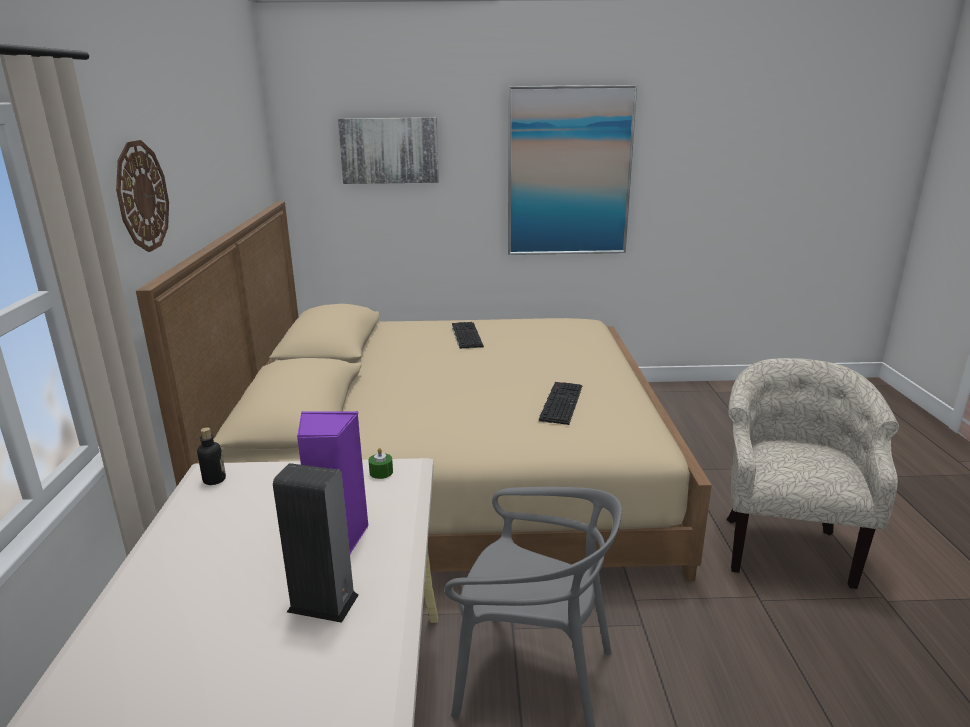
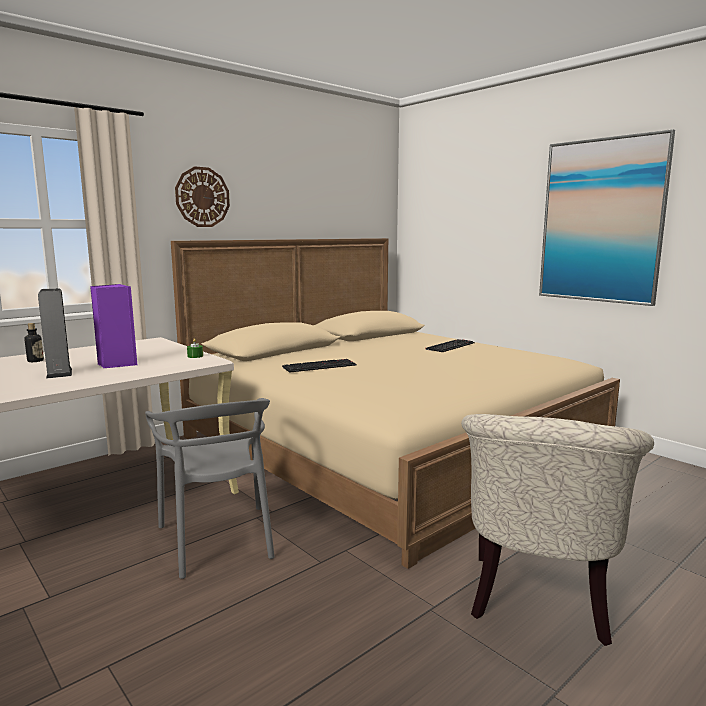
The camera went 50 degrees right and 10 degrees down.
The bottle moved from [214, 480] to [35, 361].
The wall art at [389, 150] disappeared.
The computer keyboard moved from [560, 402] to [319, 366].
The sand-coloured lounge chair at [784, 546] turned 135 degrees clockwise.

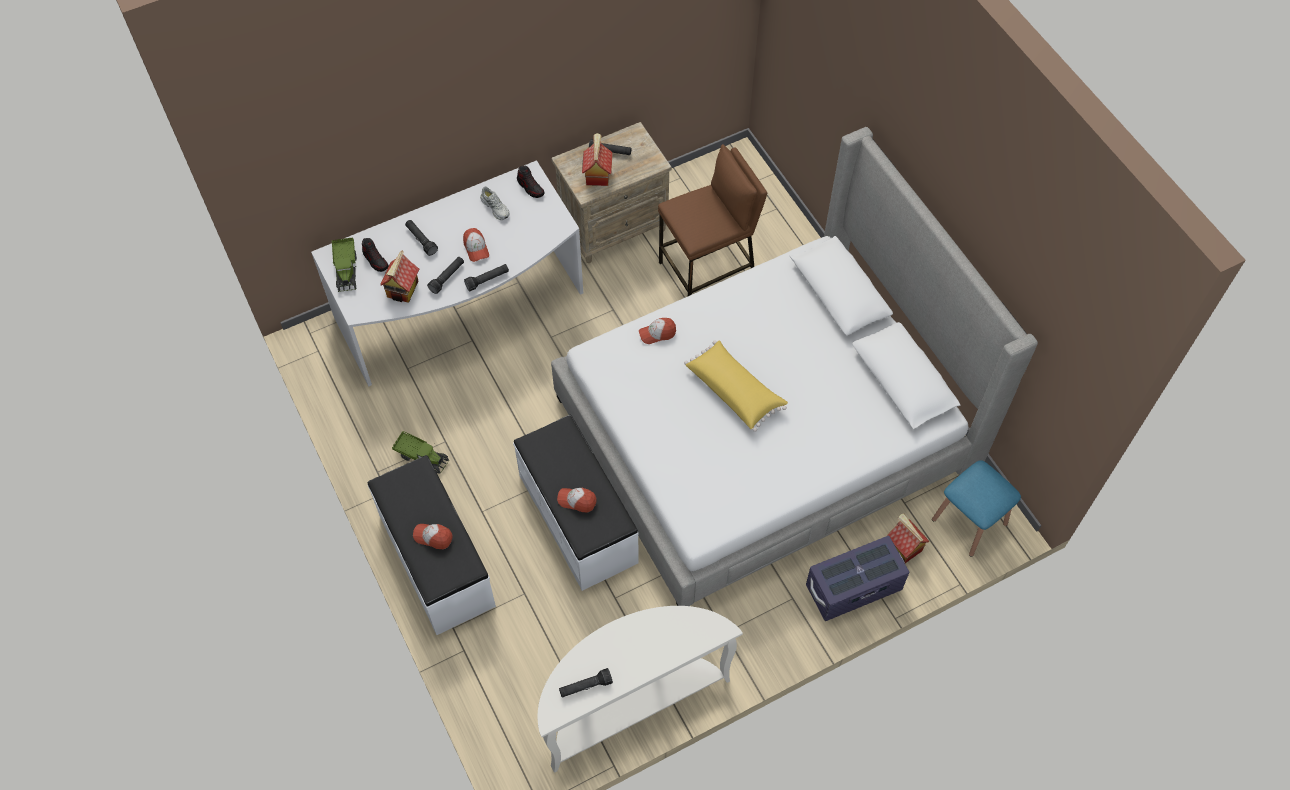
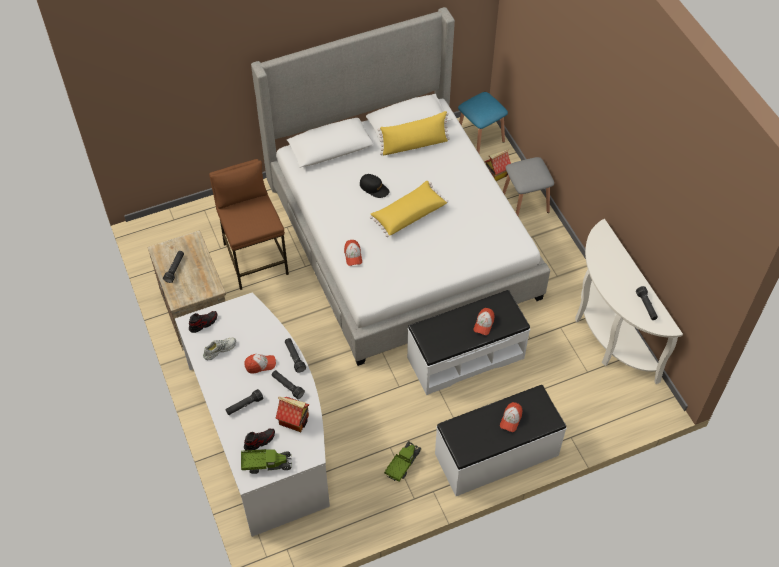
The camera went 85 degrees left and 5 degrees down.
The model house at [597, 174] disappeared.
The purple storage bin at [854, 588] was replaced by the grey stool at [525, 203].
The black-coloured cap at [374, 188] appeared.
The yellow cushion at [414, 145] appeared.

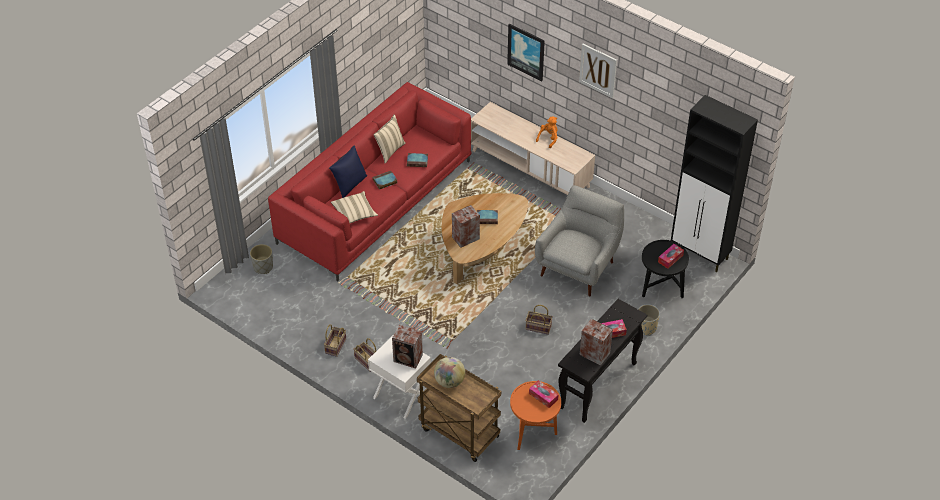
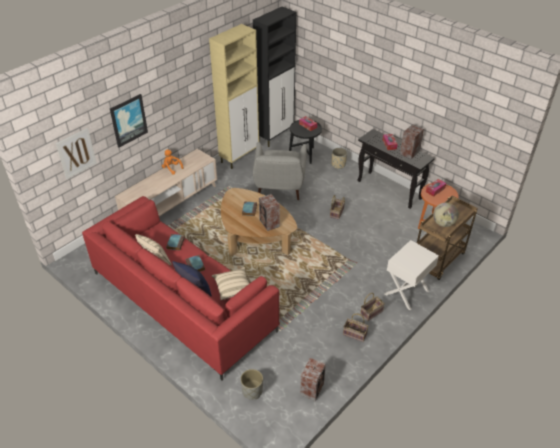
The camera went 85 degrees left and 5 degrees down.
The speaker moved from [408, 359] to [312, 388].
The grey lounge chair at [578, 266] turned 120 degrees counterclockwise.
The wall art moved from [598, 70] to [76, 153].
The sand-coloured cupboard at [240, 157] appeared.

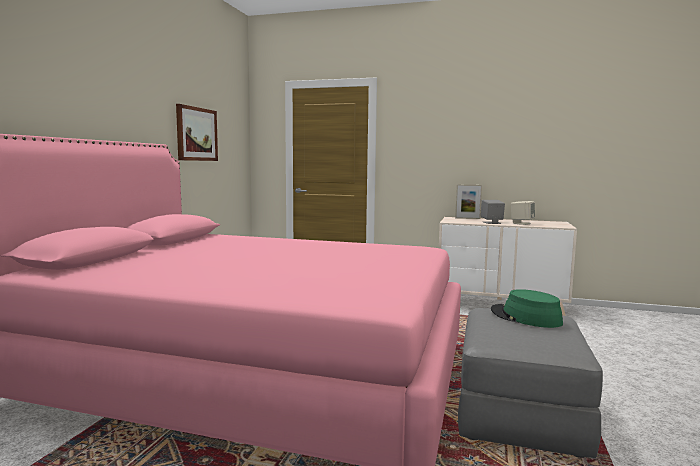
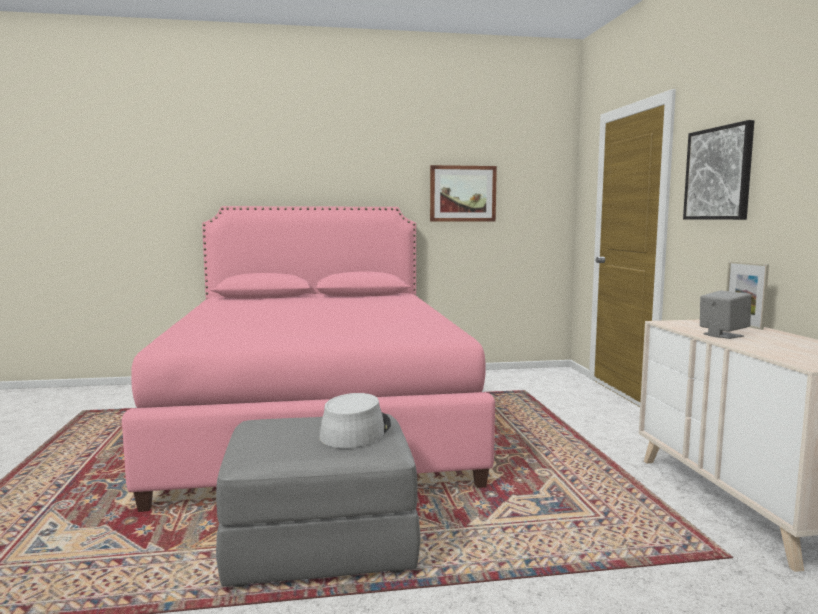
The camera went 65 degrees right and 0 degrees up.
The greenish clothing hat at [525, 317] became the grey clothing hat at [355, 431].
The sand-coloured speaker at [521, 223] disappeared.
The wall art at [718, 173] appeared.

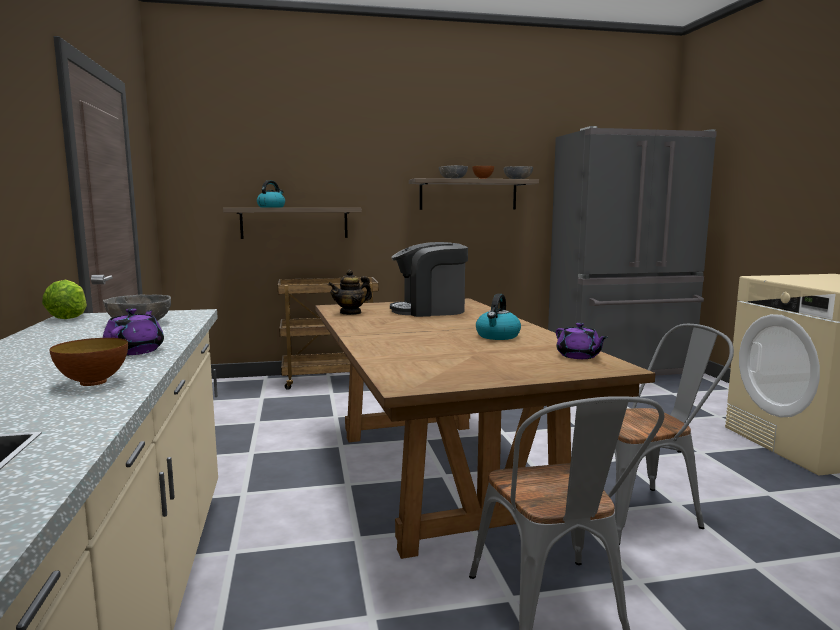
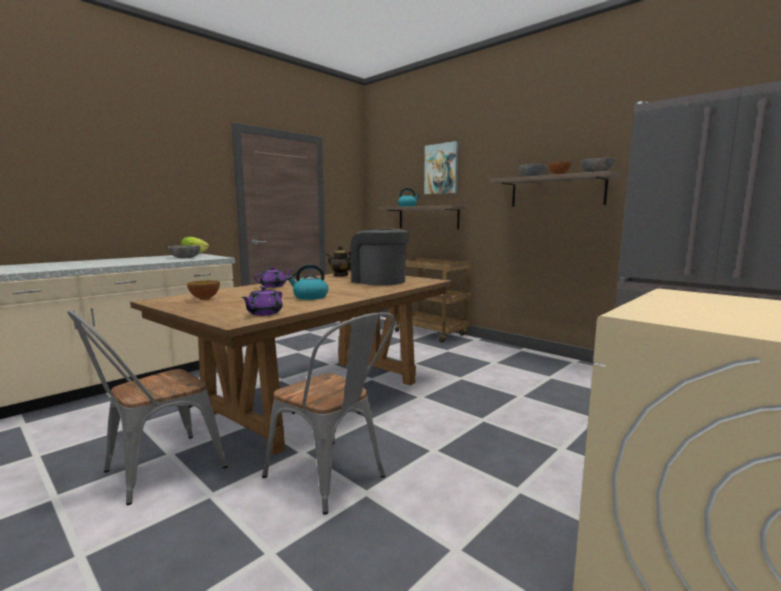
The camera went 55 degrees right and 0 degrees up.
The bowl moved from [93, 382] to [204, 299].
The purple pot for tea moved from [135, 351] to [274, 286].
The wall art at [441, 169] appeared.

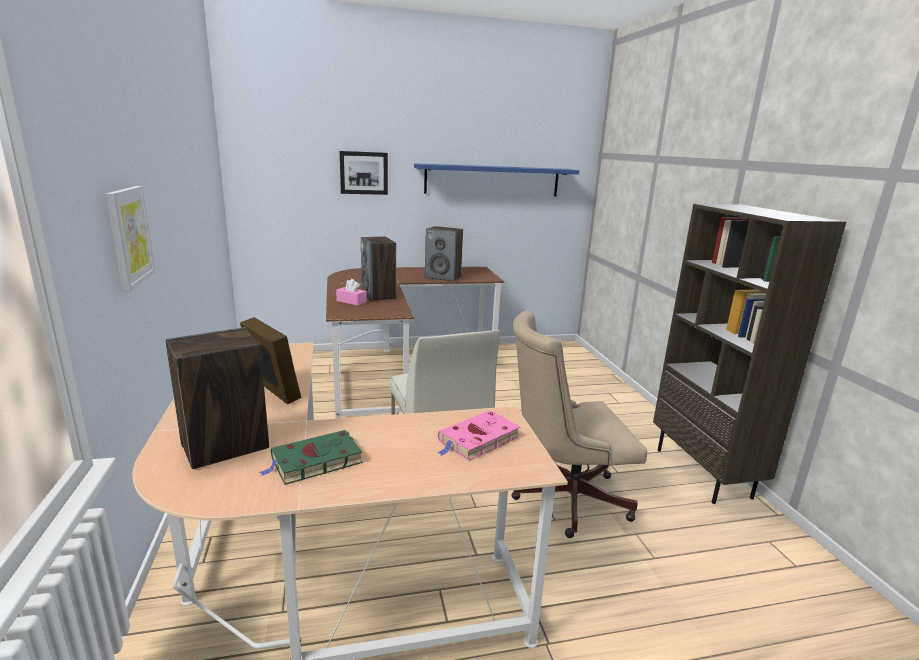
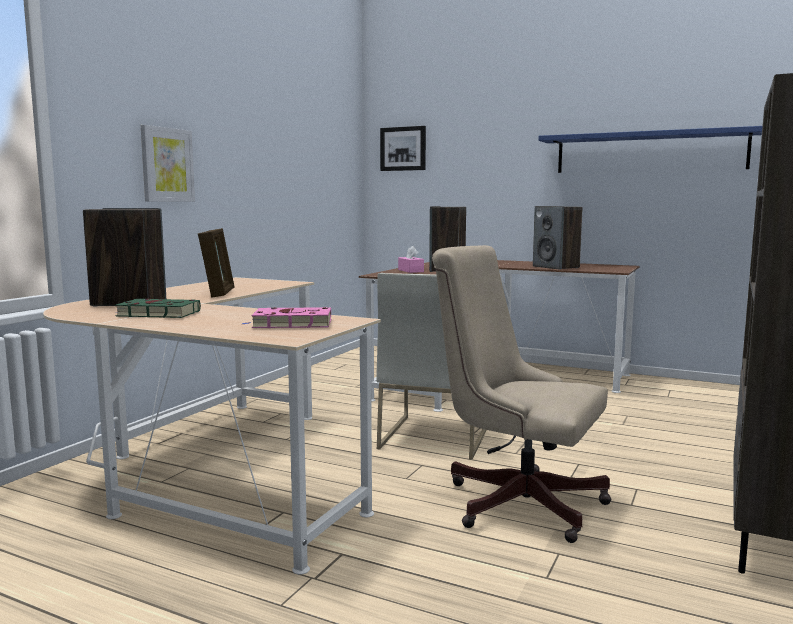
The camera went 40 degrees right and 10 degrees down.
The wall art moved from [364, 173] to [403, 149].

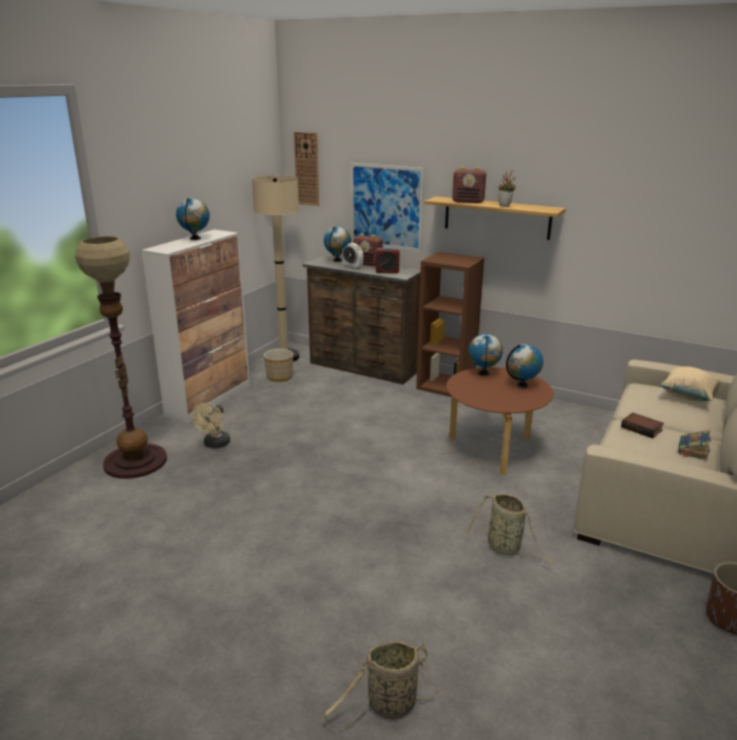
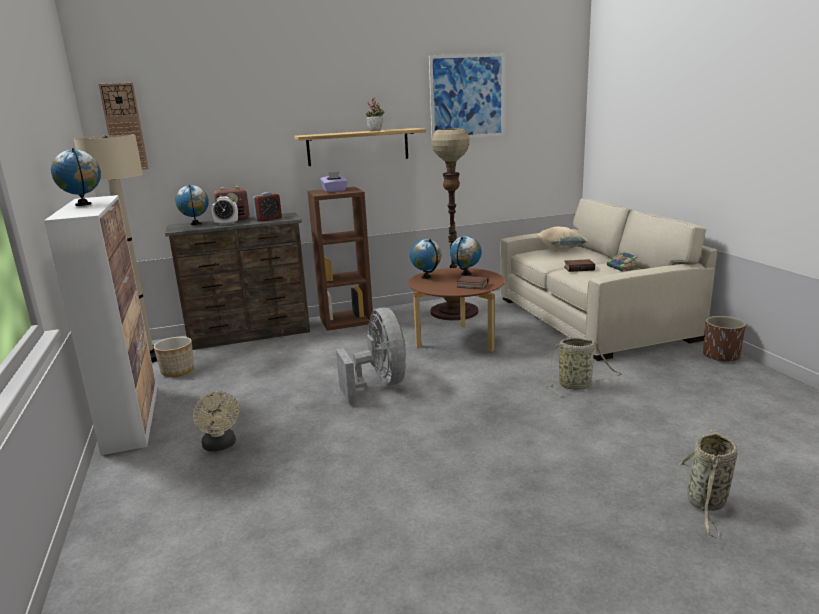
The camera went 45 degrees left and 5 degrees down.
The standing lamp moved from [135, 461] to [454, 311].
The wall art moved from [386, 207] to [467, 97].
The radio at [468, 202] disappeared.
The purple tissue box at [334, 191] appeared.
The grey fan at [380, 384] appeared.
The volume at [471, 286] appeared.

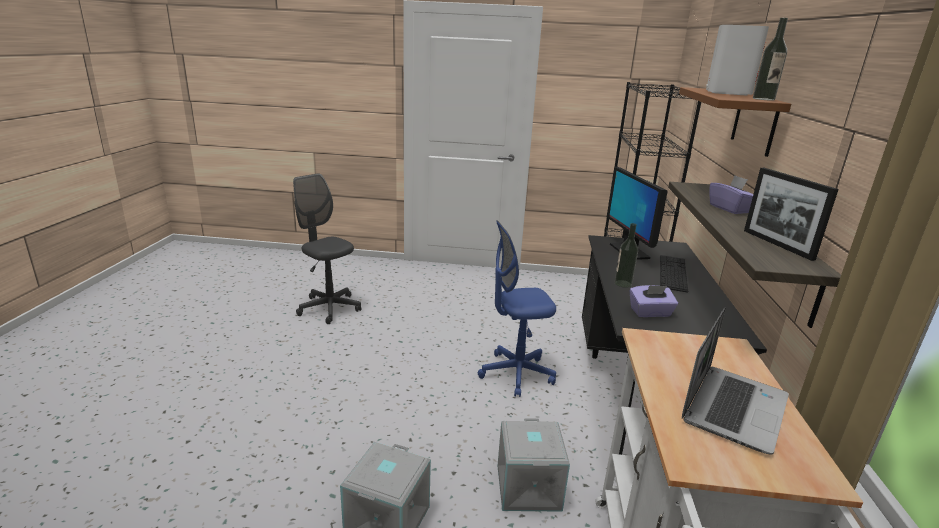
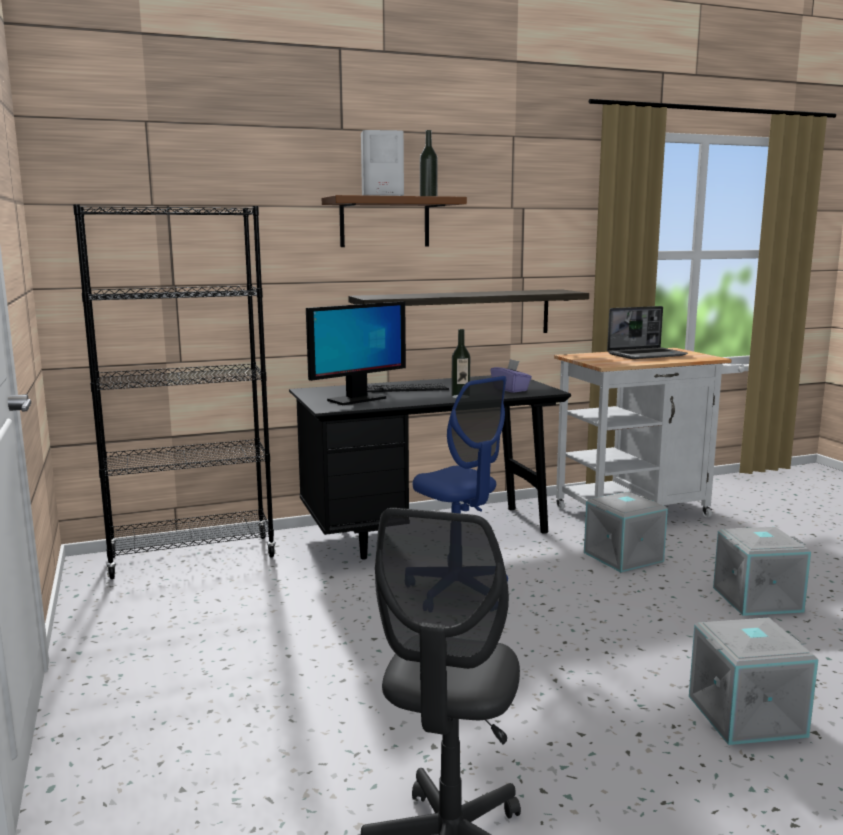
The camera went 115 degrees left and 10 degrees down.
The portable computer at [733, 407] turned 150 degrees clockwise.
The purple tissue box at [730, 209] disappeared.
The picture frame at [777, 244] disappeared.
The grey storage bin at [746, 714] appeared.

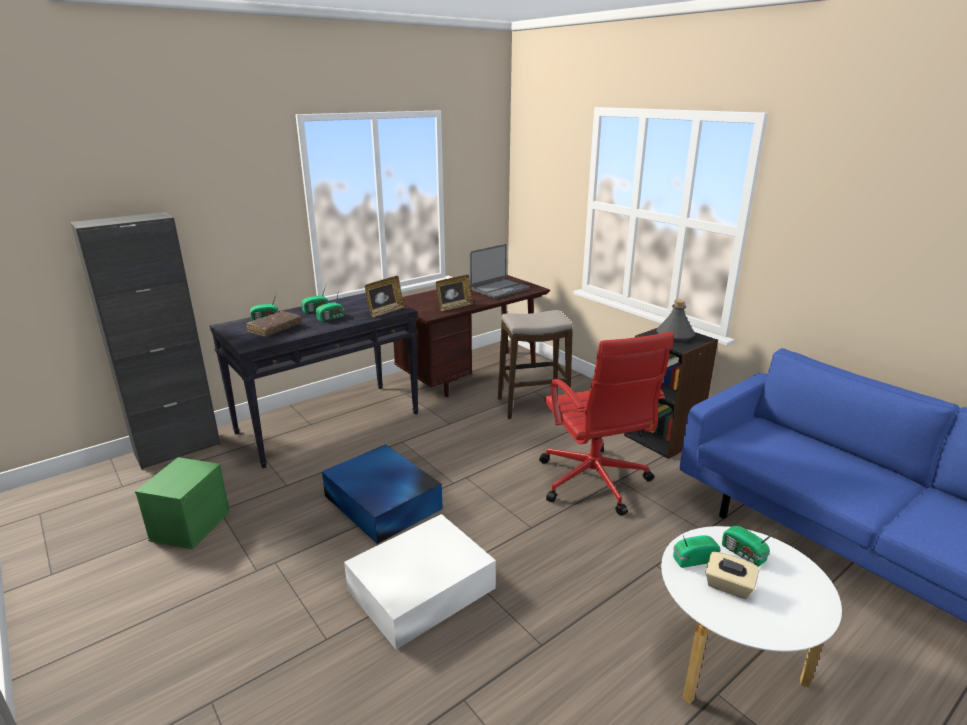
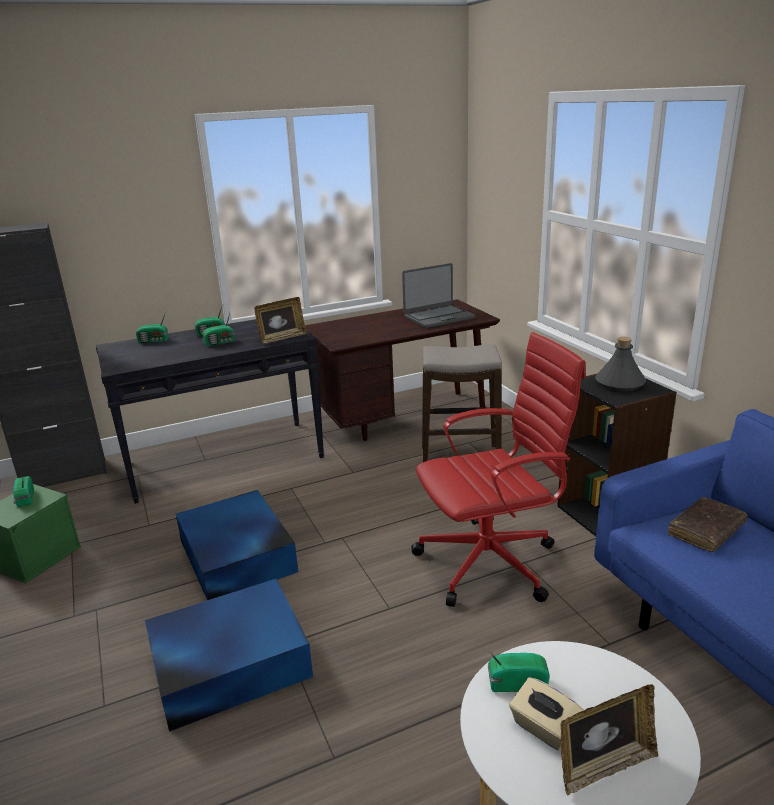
The camera went 15 degrees right and 0 degrees up.
The brown-coloured volume moved from [275, 329] to [706, 531].
The whitish storage bin at [419, 589] became the blue storage bin at [228, 664].
The picture frame moved from [454, 307] to [604, 766].
The reddish office chair at [594, 483] turned 105 degrees counterclockwise.
The radio moved from [744, 554] to [24, 499].

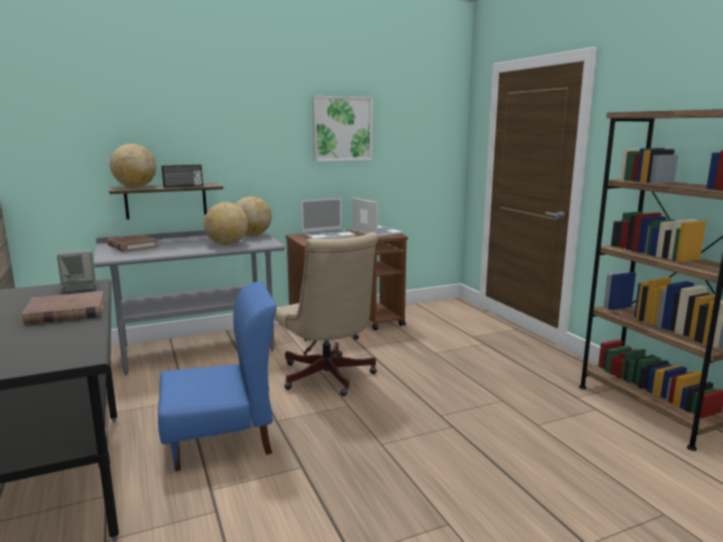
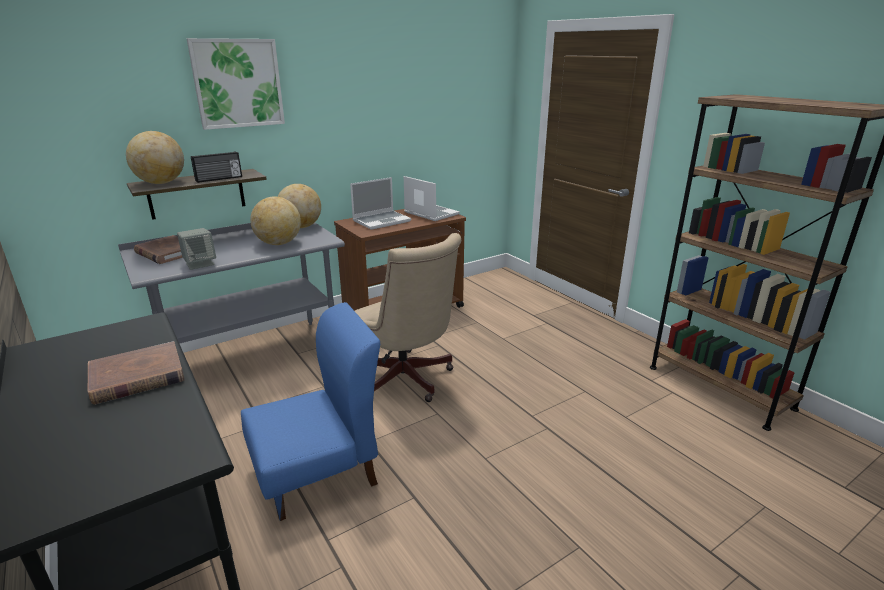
The camera went 10 degrees left and 10 degrees up.
The grey speaker moved from [80, 287] to [200, 264].
The wall art moved from [342, 129] to [238, 83].

